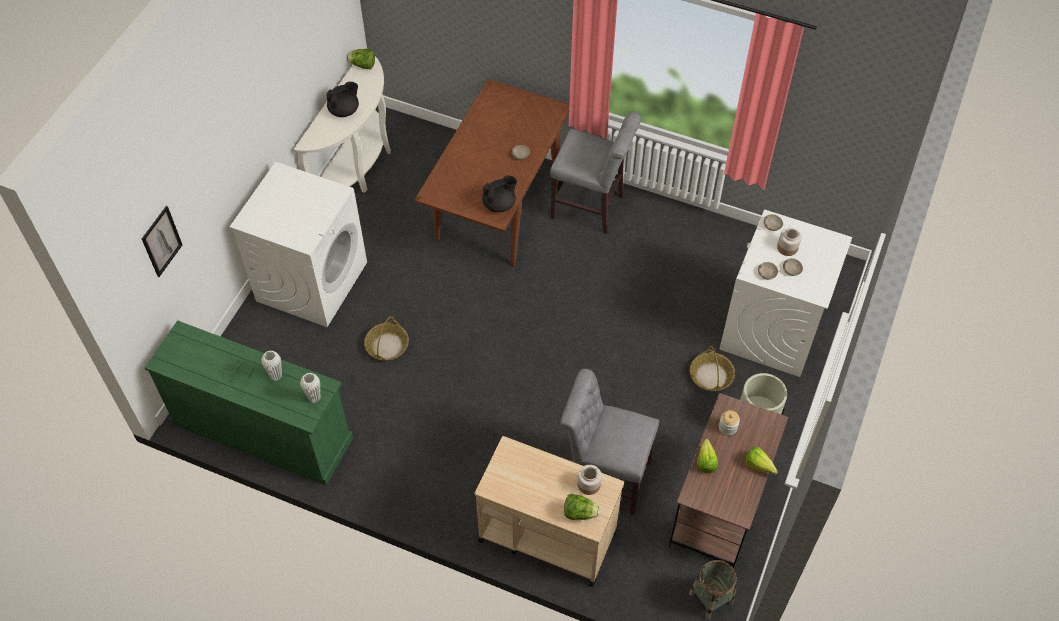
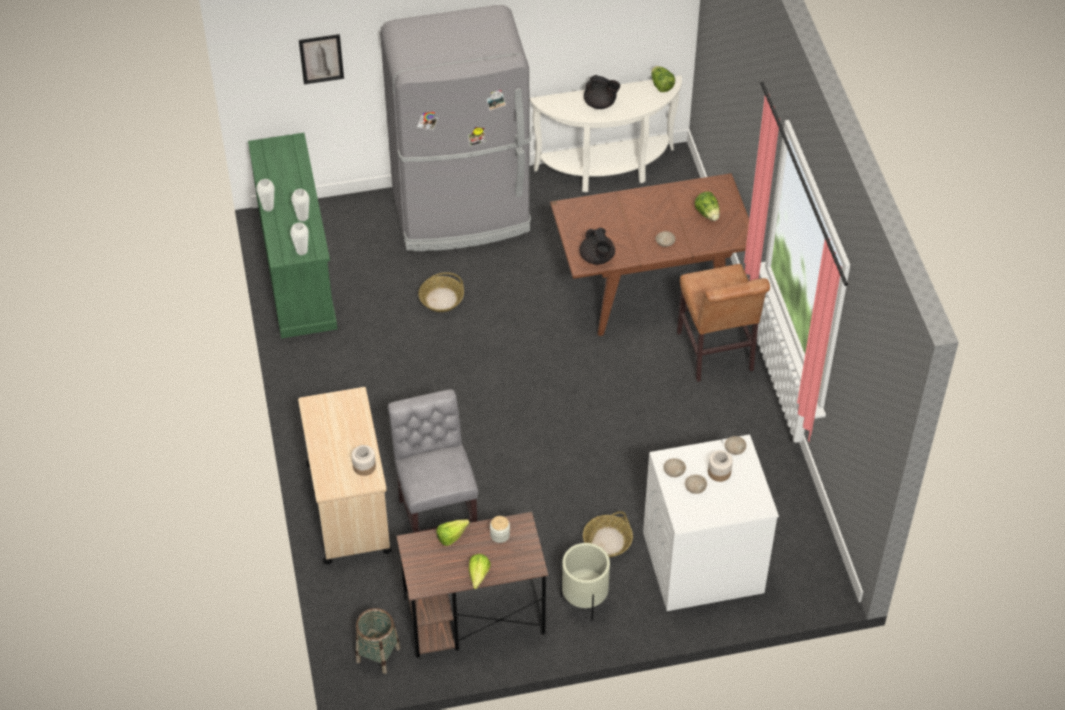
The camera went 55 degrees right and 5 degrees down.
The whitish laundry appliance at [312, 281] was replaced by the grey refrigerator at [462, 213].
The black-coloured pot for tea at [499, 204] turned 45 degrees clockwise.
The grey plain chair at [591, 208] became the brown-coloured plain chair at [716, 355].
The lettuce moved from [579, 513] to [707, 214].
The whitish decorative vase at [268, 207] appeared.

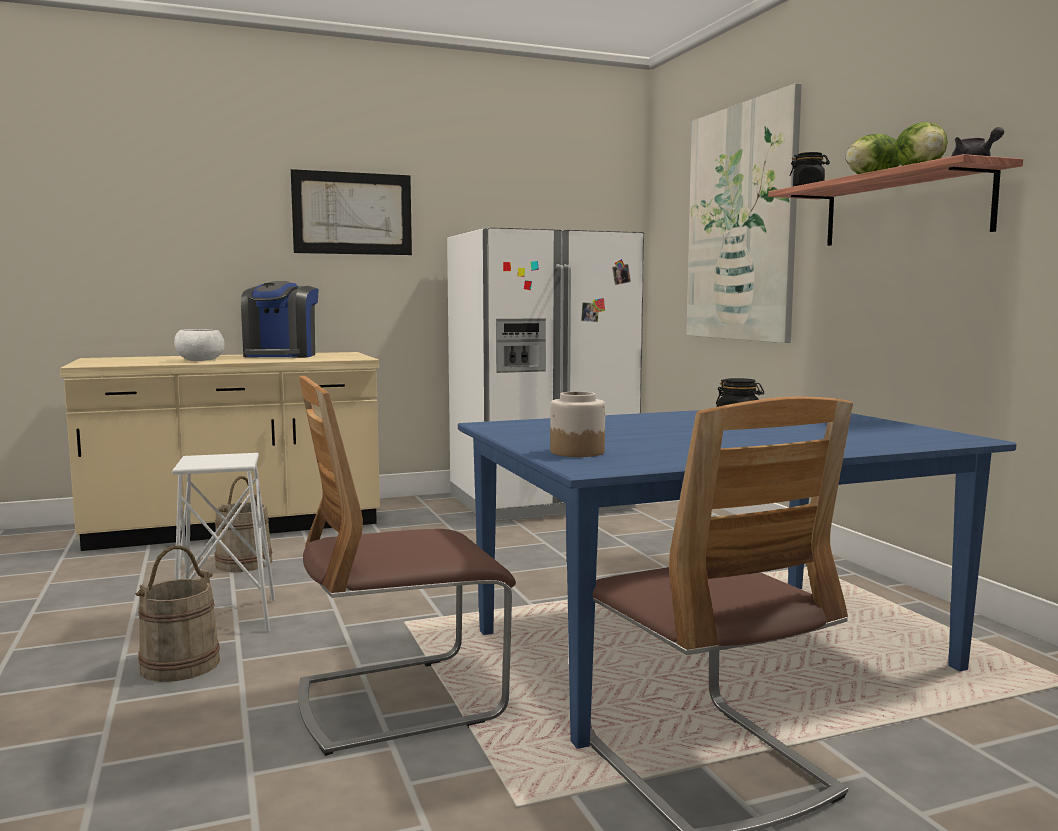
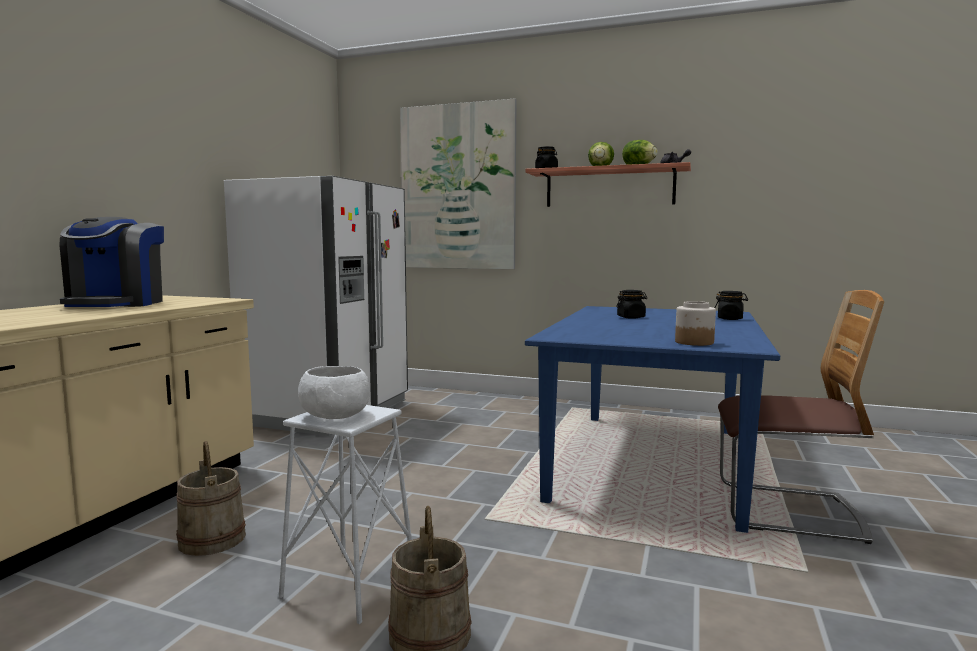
The camera went 50 degrees left and 0 degrees up.
The whitish bowl moved from [200, 360] to [336, 415].
The coffee machine at [281, 356] turned 45 degrees clockwise.
The wall art at [352, 213] disappeared.
The plain chair at [400, 701] disappeared.
The black-coloured storage jar at [730, 319] appeared.

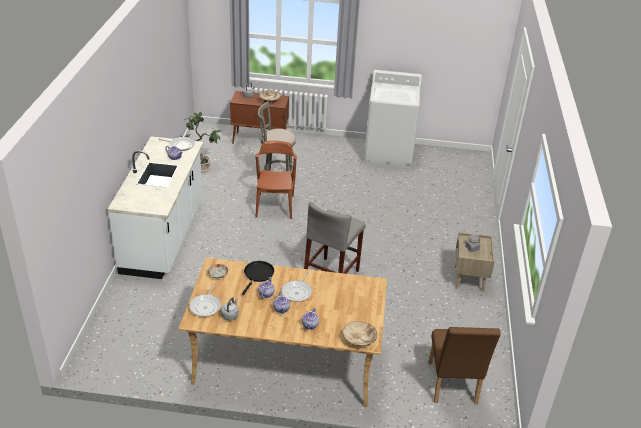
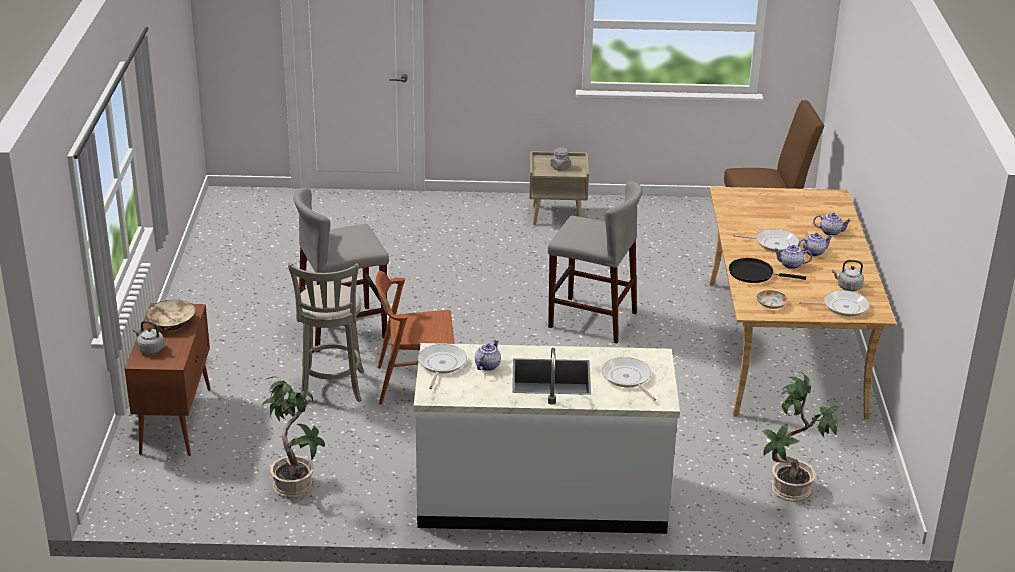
The camera went 95 degrees left and 5 degrees down.
The sand-coloured bowl at [359, 339] disappeared.
The whitish laundry appliance at [389, 153] disappeared.
The grey stool at [342, 329] appeared.
The frying pan at [627, 378] appeared.
The houseplant at [791, 490] appeared.

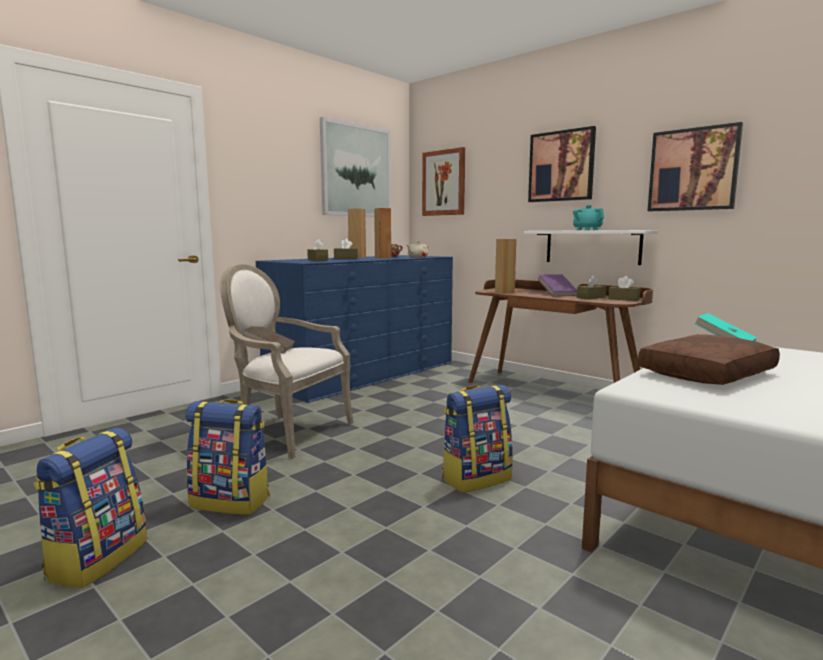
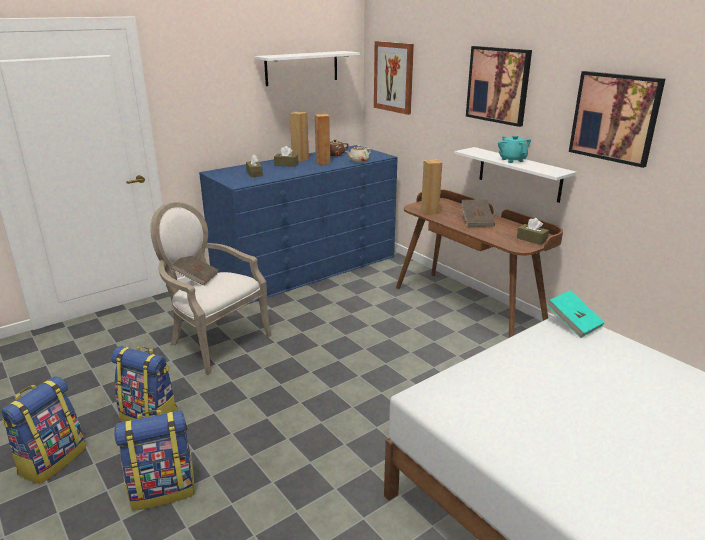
The camera went 10 degrees right and 15 degrees up.
The wall art at [356, 171] was replaced by the whitish shelf at [302, 68].
The knapsack moved from [476, 478] to [163, 489].
The purple volume at [557, 294] became the brown-coloured volume at [476, 221].
The brown-coloured tissue box at [591, 297] disappeared.
The brown-coloured cushion at [708, 374] disappeared.

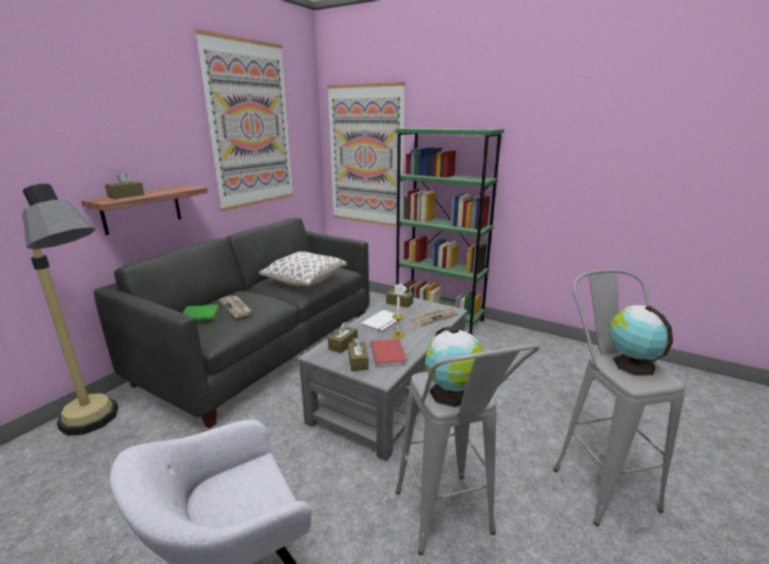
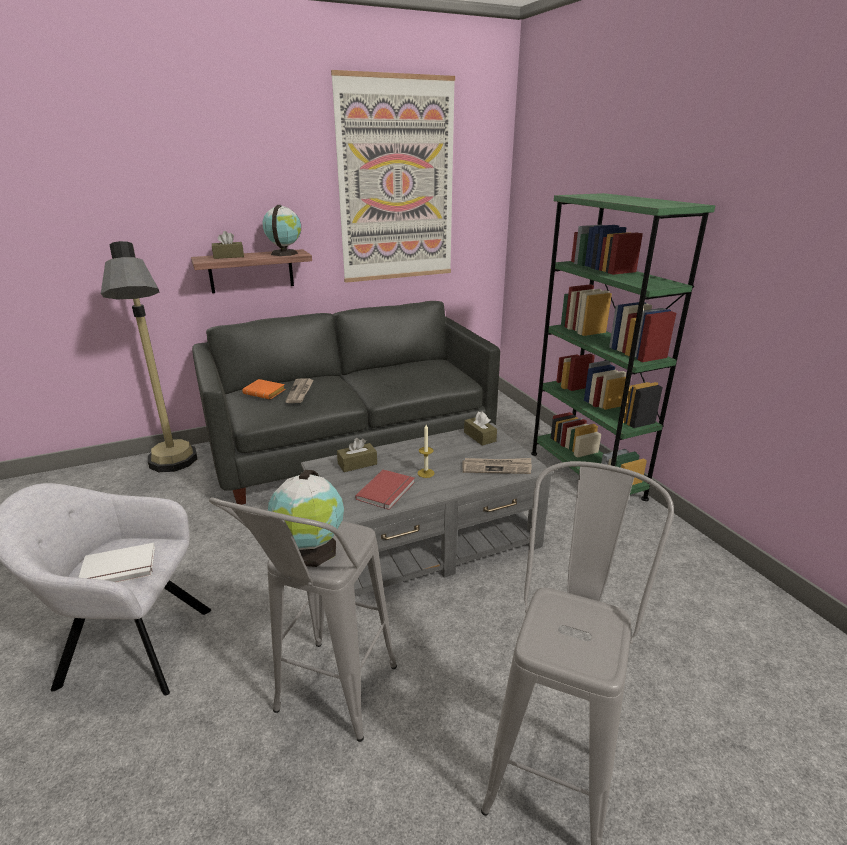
The camera went 35 degrees right and 5 degrees up.
The greenish volume at [202, 316] became the orangey volume at [266, 392].
The cushion at [305, 281] disappeared.
The wall art at [366, 156] disappeared.
The brown-coloured tissue box at [358, 362] disappeared.
The whitish volume moved from [383, 323] to [118, 569].
The desk globe moved from [631, 364] to [284, 253].

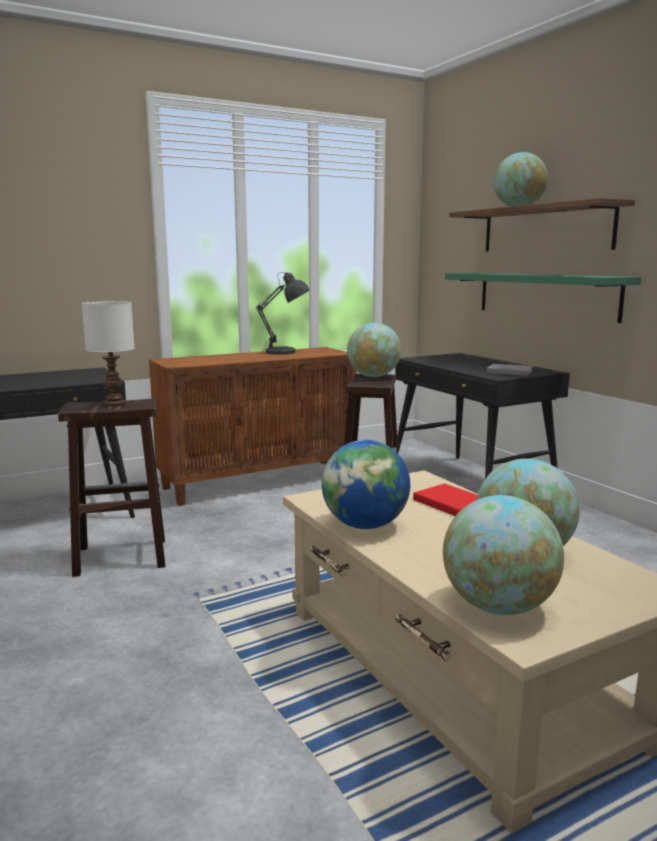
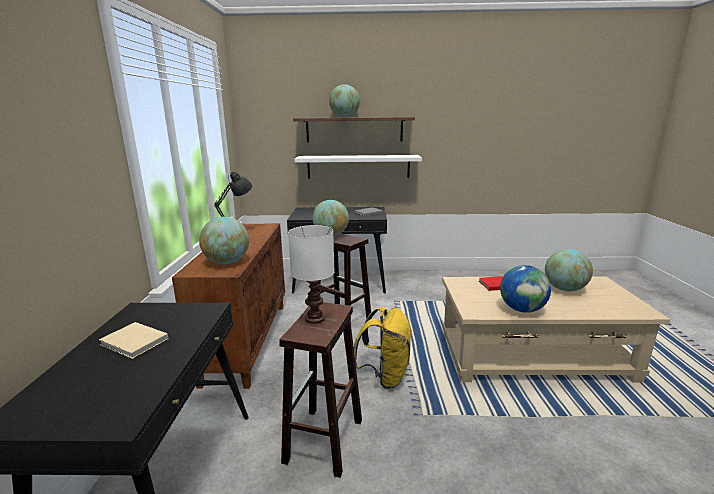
The camera went 60 degrees left and 5 degrees up.
The desk globe moved from [498, 607] to [227, 262].
The greenish shelf at [545, 295] became the whitish shelf at [358, 166].
The sand-coloured volume at [135, 343] appeared.
The yellow knapsack at [384, 376] appeared.

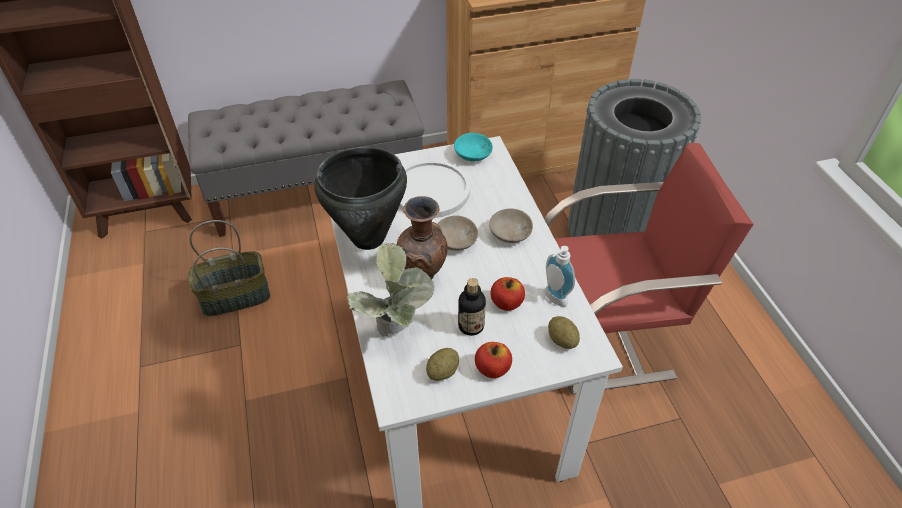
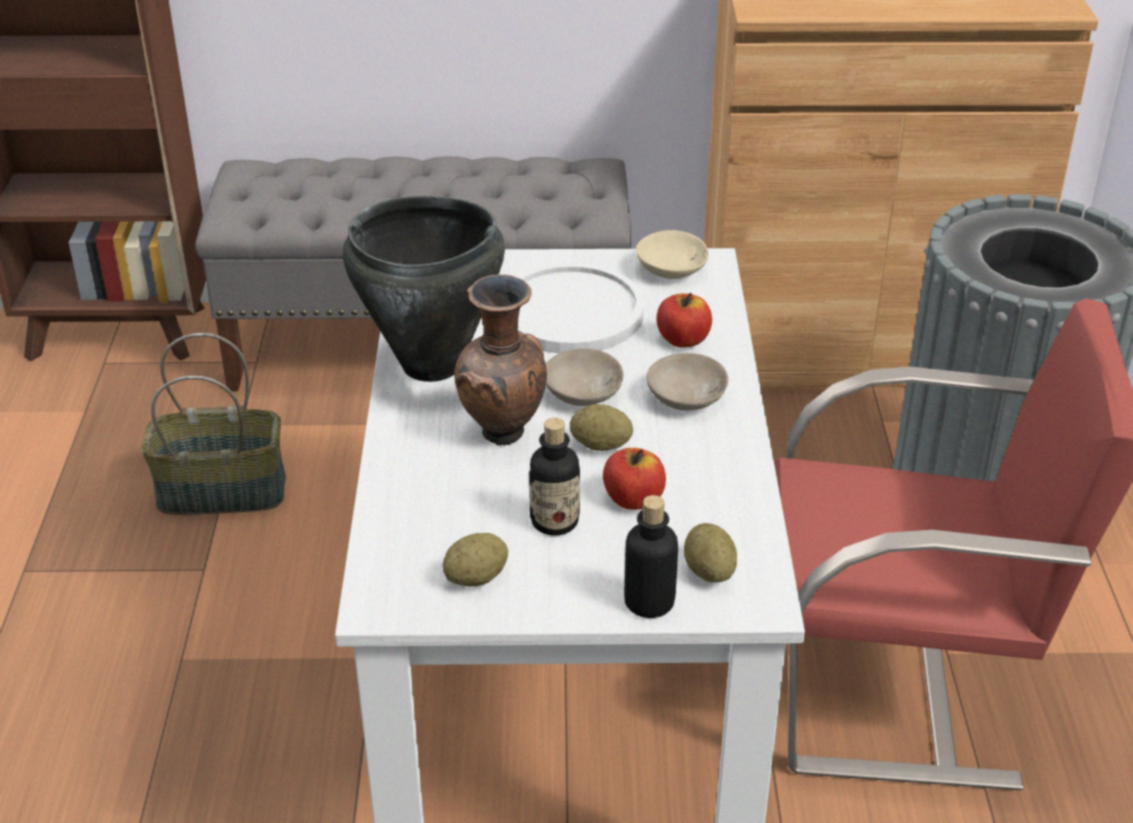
The camera went 15 degrees right and 10 degrees down.
The houseplant at [397, 332] disappeared.
The turquoise-coloured bowl at [471, 154] became the sand-coloured bowl at [669, 269].
The whole apple moved from [492, 369] to [683, 340].
The soap bottle at [553, 299] disappeared.
The potato at [600, 445] appeared.
The bottle at [649, 602] appeared.

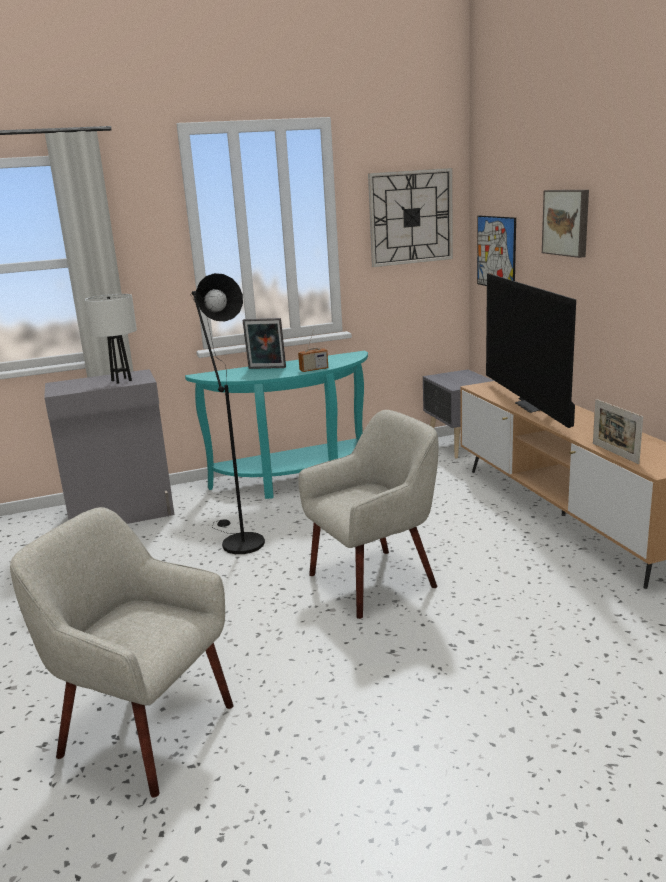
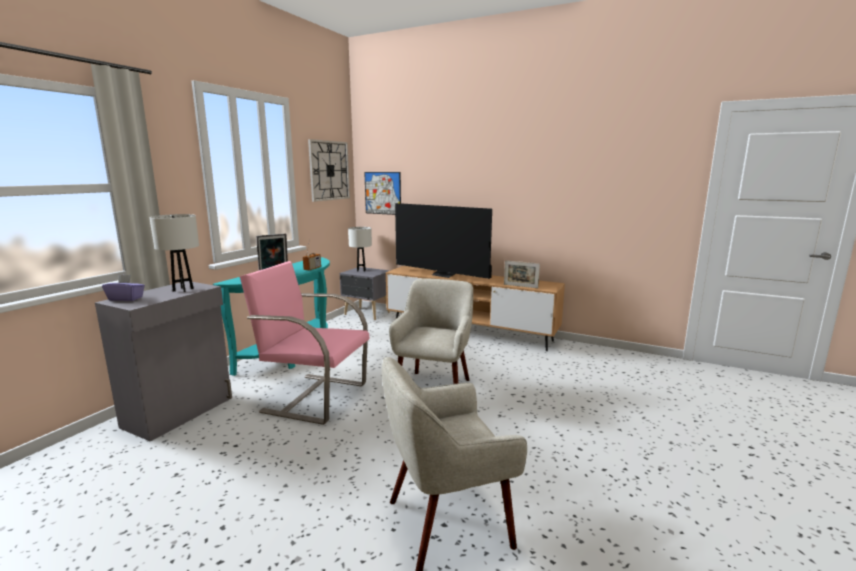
The camera went 45 degrees left and 5 degrees down.
The black-coloured standing lamp at [238, 541] was replaced by the pink lounge chair at [314, 397].
The wall art at [567, 222] disappeared.
The purple tissue box at [126, 298] appeared.
The whitish tabletop lamp at [361, 270] appeared.

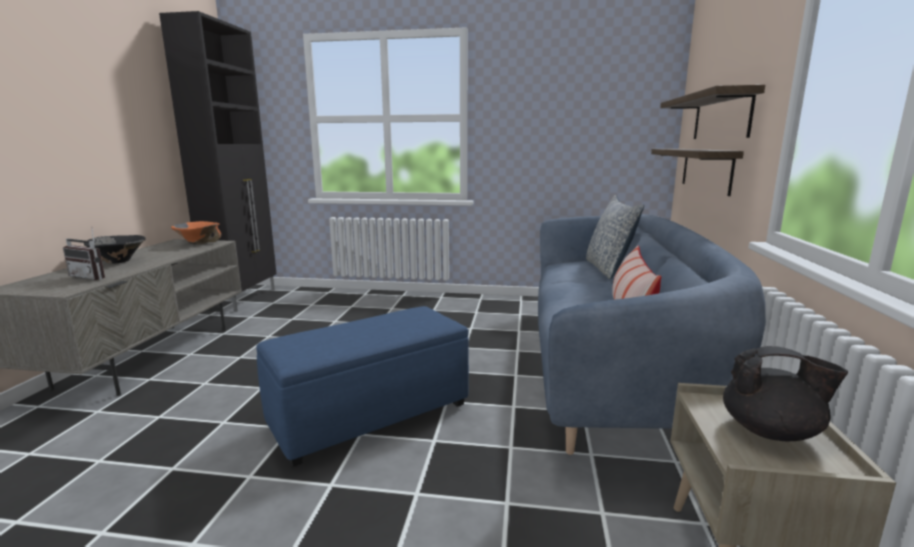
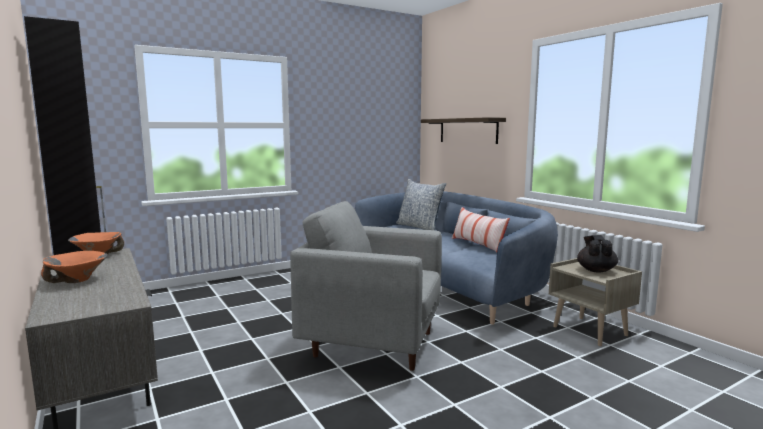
The camera went 40 degrees left and 5 degrees down.
The radio at [93, 277] disappeared.
The black-coloured bowl at [119, 261] became the orangey bowl at [77, 280].
The blue footrest at [372, 414] was replaced by the grey lounge chair at [373, 344].
The shelf at [706, 169] disappeared.
The black-coloured pot for tea at [771, 431] turned 60 degrees counterclockwise.

